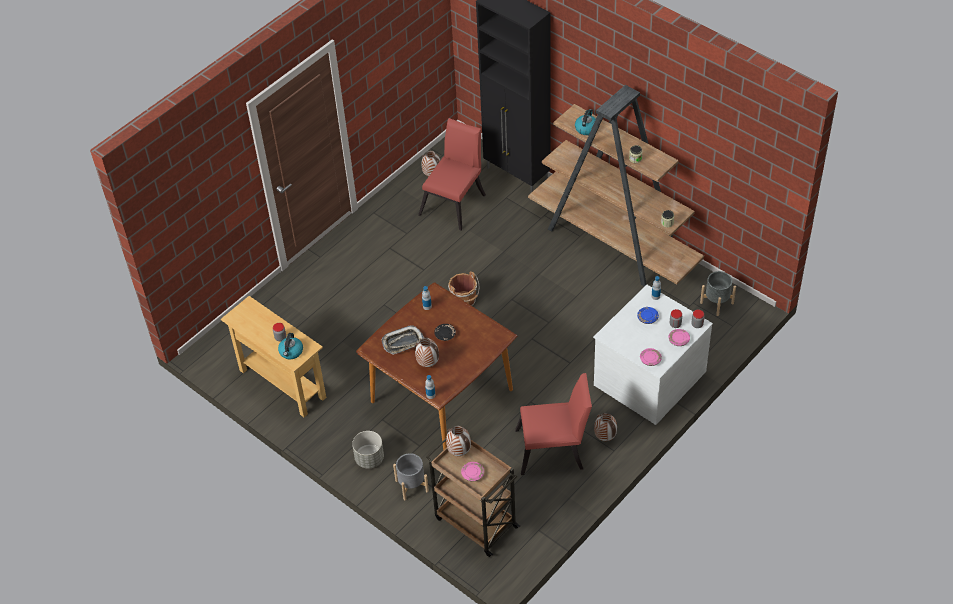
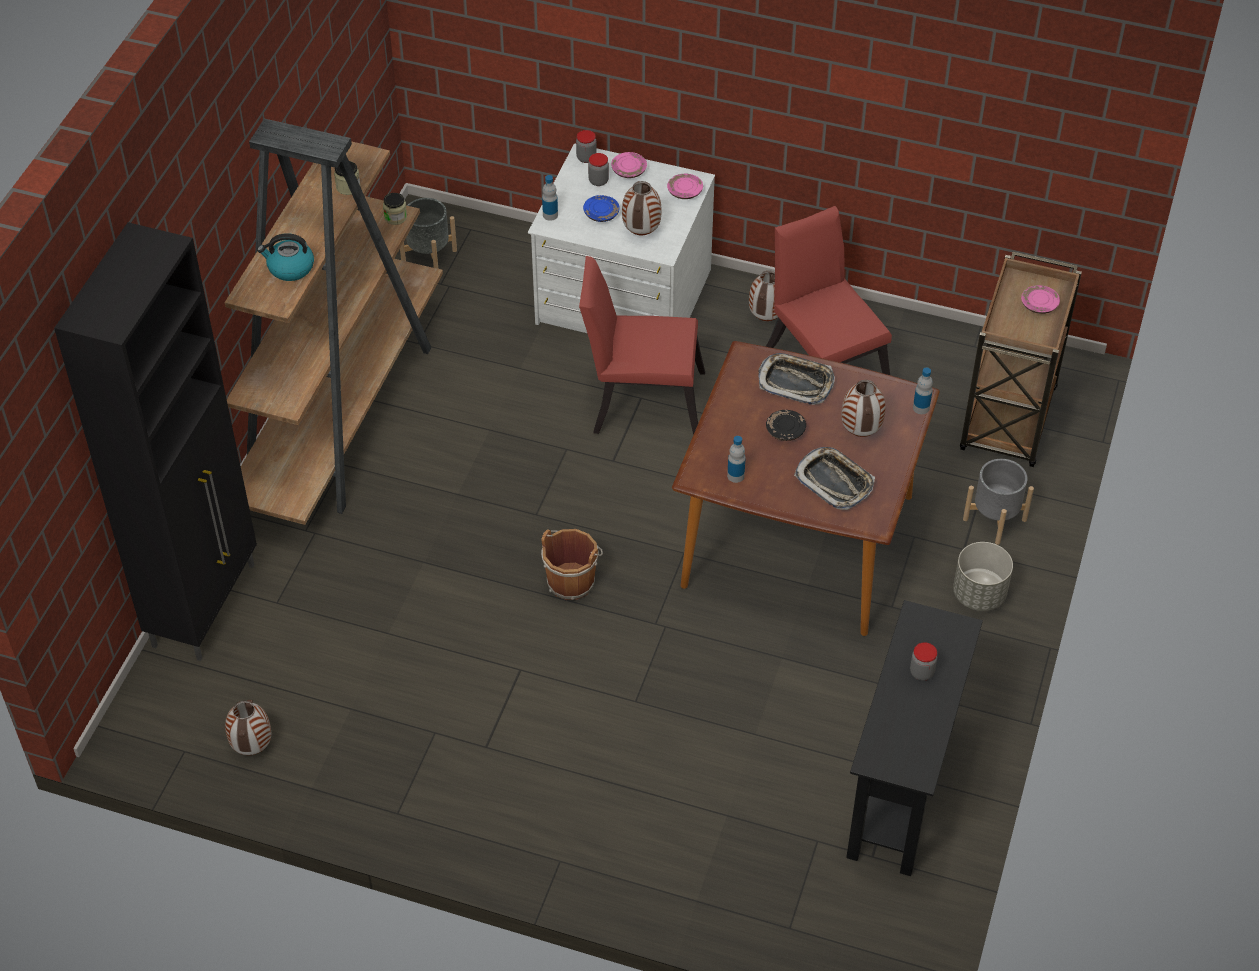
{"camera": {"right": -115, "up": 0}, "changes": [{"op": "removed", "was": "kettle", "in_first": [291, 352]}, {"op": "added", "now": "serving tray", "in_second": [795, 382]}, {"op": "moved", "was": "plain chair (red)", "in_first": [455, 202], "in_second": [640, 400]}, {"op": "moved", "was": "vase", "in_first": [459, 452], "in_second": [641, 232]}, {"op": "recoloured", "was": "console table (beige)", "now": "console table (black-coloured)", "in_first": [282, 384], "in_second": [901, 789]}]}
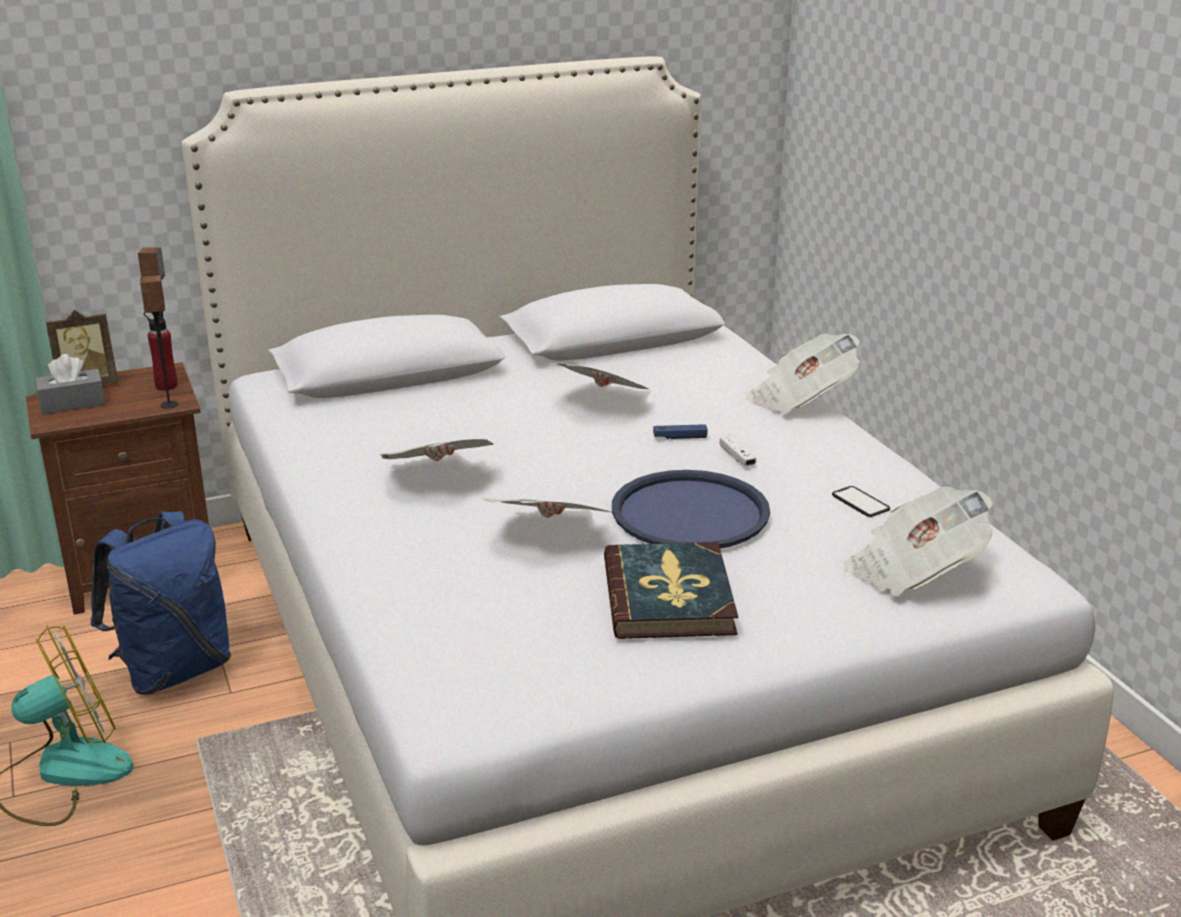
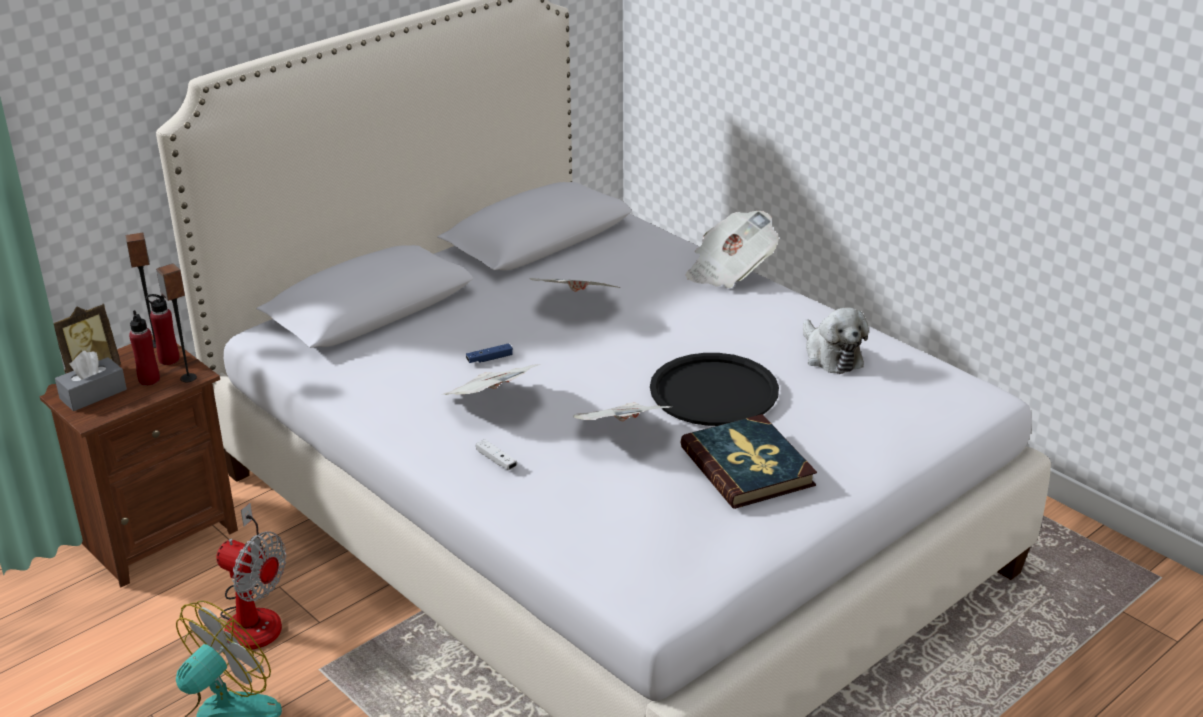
{"camera": {"right": -20, "up": 5}, "changes": [{"op": "removed", "was": "newspaper", "in_first": [914, 571]}, {"op": "added", "now": "bottle (red)", "in_second": [149, 380]}, {"op": "moved", "was": "joypad (blue-coloured)", "in_first": [680, 437], "in_second": [489, 359]}, {"op": "moved", "was": "joypad (white-coloured)", "in_first": [737, 457], "in_second": [496, 460]}, {"op": "replaced", "was": "rucksack (blue-coloured)", "now": "fan", "in_first": [174, 670], "in_second": [254, 615]}, {"op": "replaced", "was": "telephone", "now": "cuddly toy", "in_first": [860, 502], "in_second": [831, 356]}, {"op": "recoloured", "was": "serving tray (blue-coloured)", "now": "serving tray (black-coloured)", "in_first": [690, 512], "in_second": [713, 391]}]}
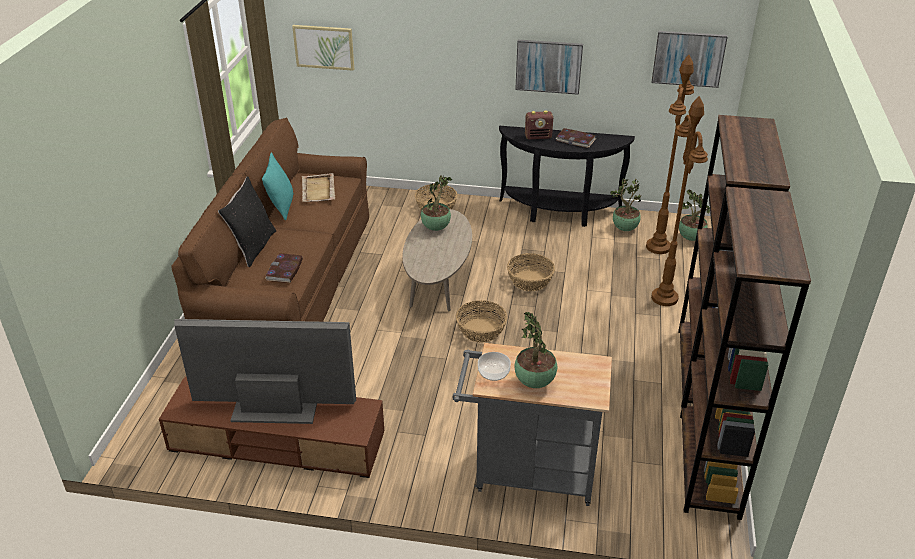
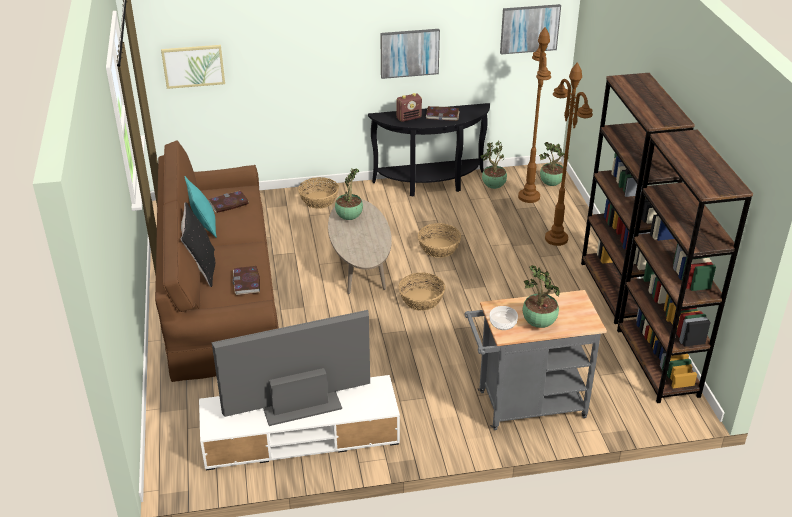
{"camera": {"right": -20, "up": 0}, "changes": [{"op": "replaced", "was": "serving tray (beige)", "now": "volume", "in_first": [318, 190], "in_second": [228, 203]}, {"op": "recoloured", "was": "media console (brown-coloured)", "now": "media console (white-coloured)", "in_first": [277, 442], "in_second": [300, 436]}]}
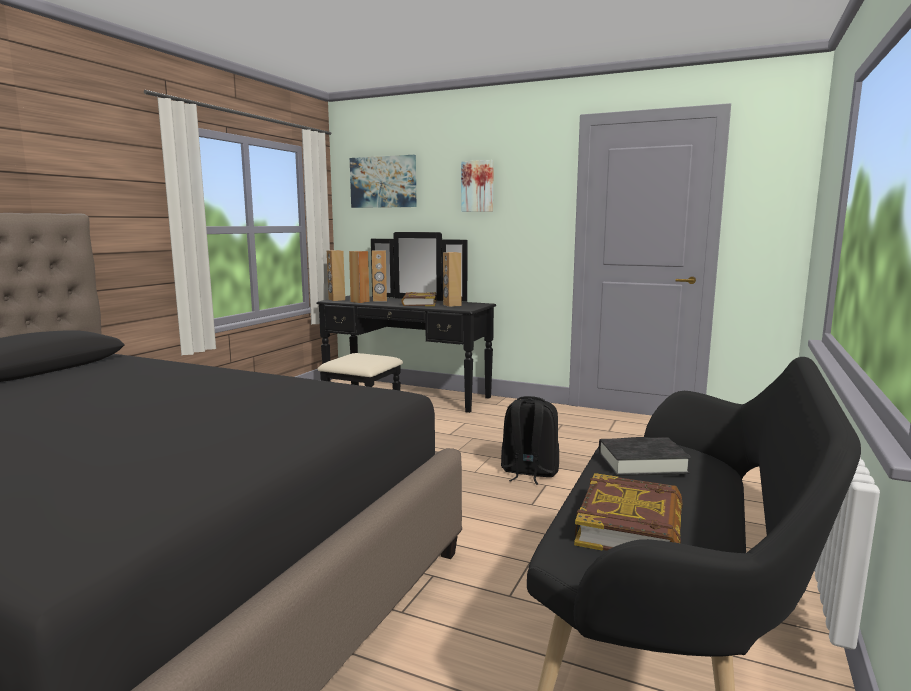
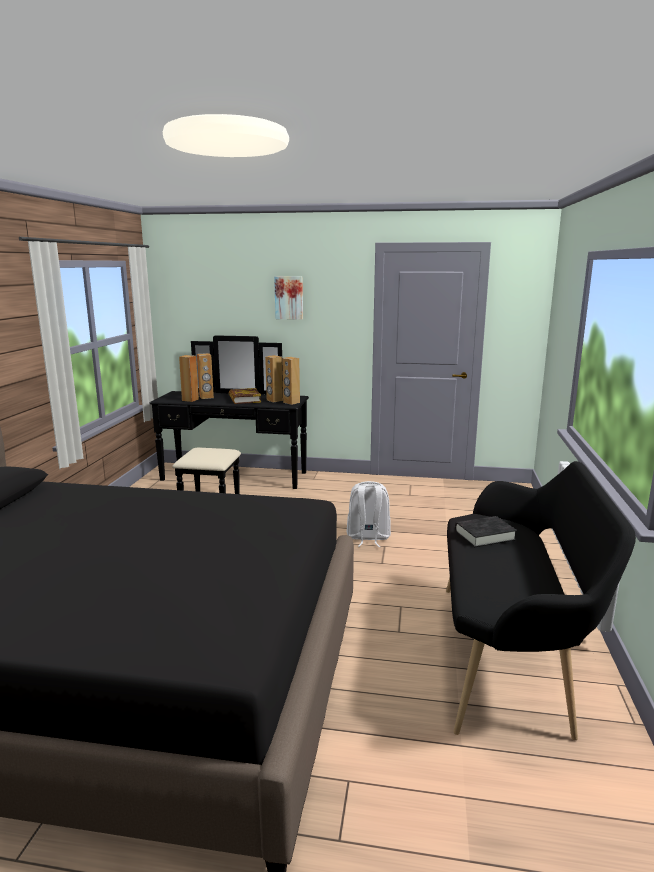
{"camera": {"right": -15, "up": 5}, "changes": [{"op": "removed", "was": "wall picture", "in_first": [383, 182]}, {"op": "removed", "was": "volume", "in_first": [631, 526]}, {"op": "moved", "was": "loudspeaker (brown-coloured)", "in_first": [336, 300], "in_second": [291, 402]}, {"op": "recoloured", "was": "rucksack (black-coloured)", "now": "rucksack (white-coloured)", "in_first": [529, 472], "in_second": [368, 537]}]}
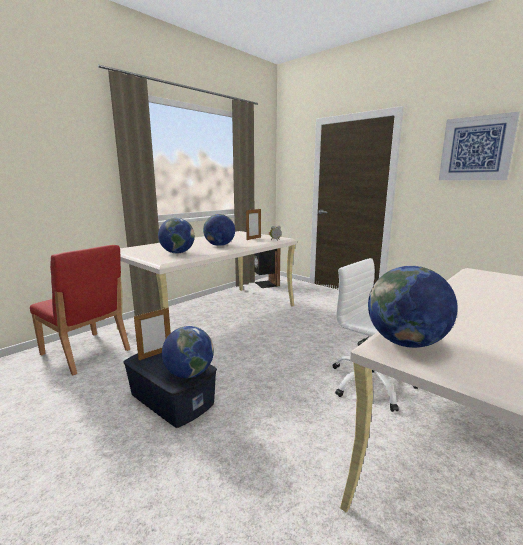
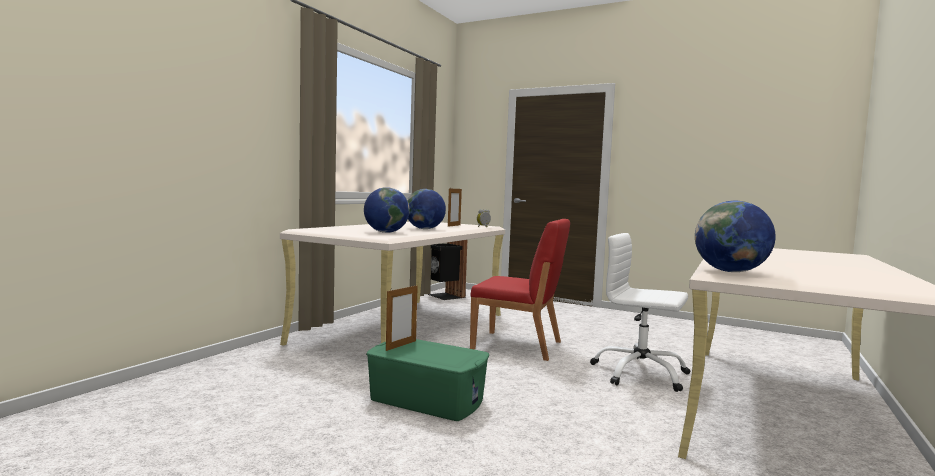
{"camera": {"right": -15, "up": -10}, "changes": [{"op": "removed", "was": "world globe", "in_first": [189, 373]}, {"op": "removed", "was": "wall picture", "in_first": [476, 148]}, {"op": "moved", "was": "plain chair (red)", "in_first": [85, 352], "in_second": [518, 345]}, {"op": "recoloured", "was": "storage bin (blue-coloured)", "now": "storage bin (green)", "in_first": [172, 398], "in_second": [427, 399]}]}
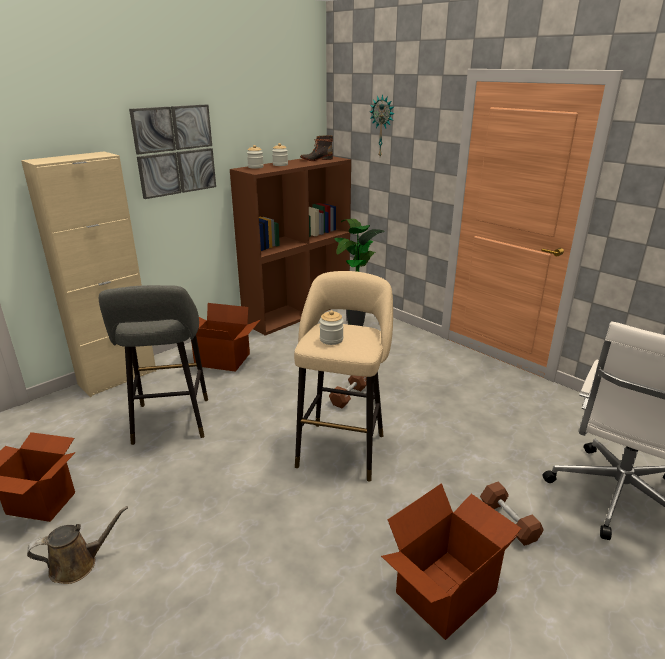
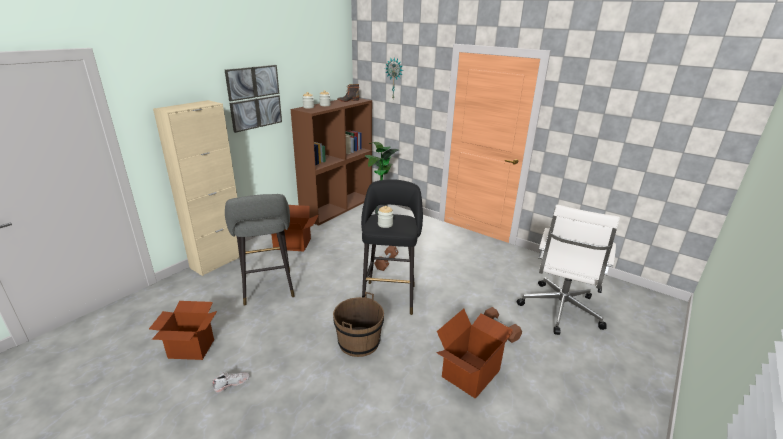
{"camera": {"right": -10, "up": 0}, "changes": [{"op": "added", "now": "water bucket (brown-coloured)", "in_second": [359, 342]}, {"op": "replaced", "was": "watering can (brown-coloured)", "now": "low shoe (white-coloured)", "in_first": [78, 564], "in_second": [232, 383]}, {"op": "recoloured", "was": "stool seat (beige)", "now": "stool seat (black-coloured)", "in_first": [342, 447], "in_second": [389, 295]}]}
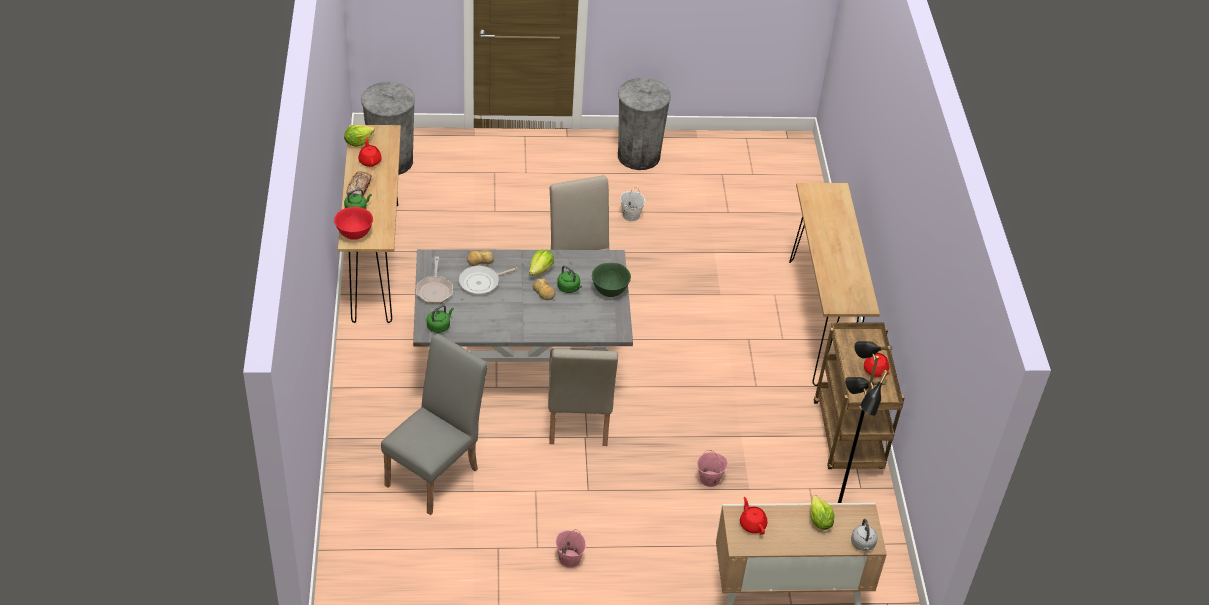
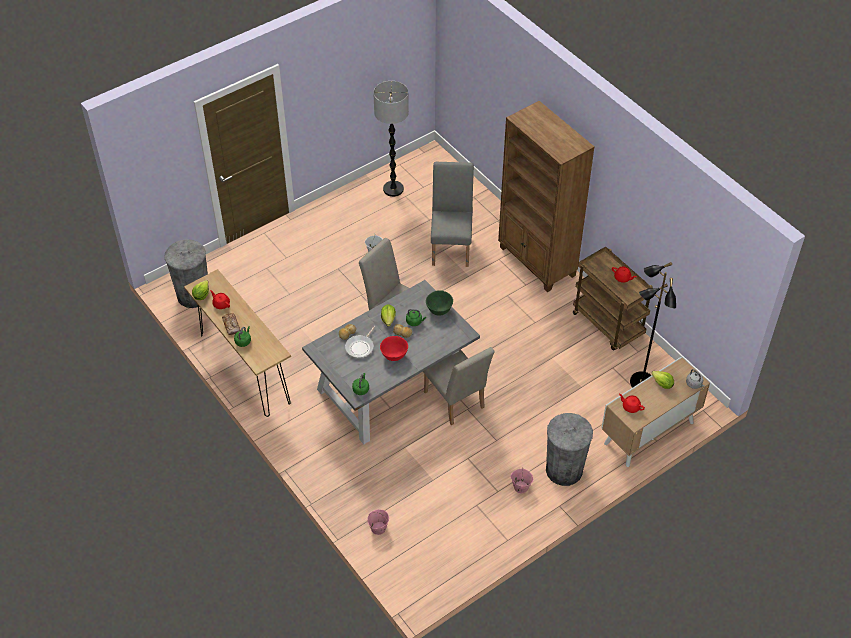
{"camera": {"right": -30, "up": 5}, "changes": [{"op": "removed", "was": "pan", "in_first": [434, 290]}, {"op": "added", "now": "standard lamp", "in_second": [393, 189]}, {"op": "moved", "was": "deep dish (red)", "in_first": [354, 234], "in_second": [394, 356]}, {"op": "moved", "was": "plain chair (gray)", "in_first": [437, 473], "in_second": [451, 246]}, {"op": "moved", "was": "rubbish bin (gray)", "in_first": [638, 156], "in_second": [564, 470]}, {"op": "moved", "was": "water bucket (pink)", "in_first": [709, 479], "in_second": [378, 528]}, {"op": "replaced", "was": "console table (brown-coloured)", "now": "shelving unit (brown-coloured)", "in_first": [820, 321], "in_second": [537, 262]}]}
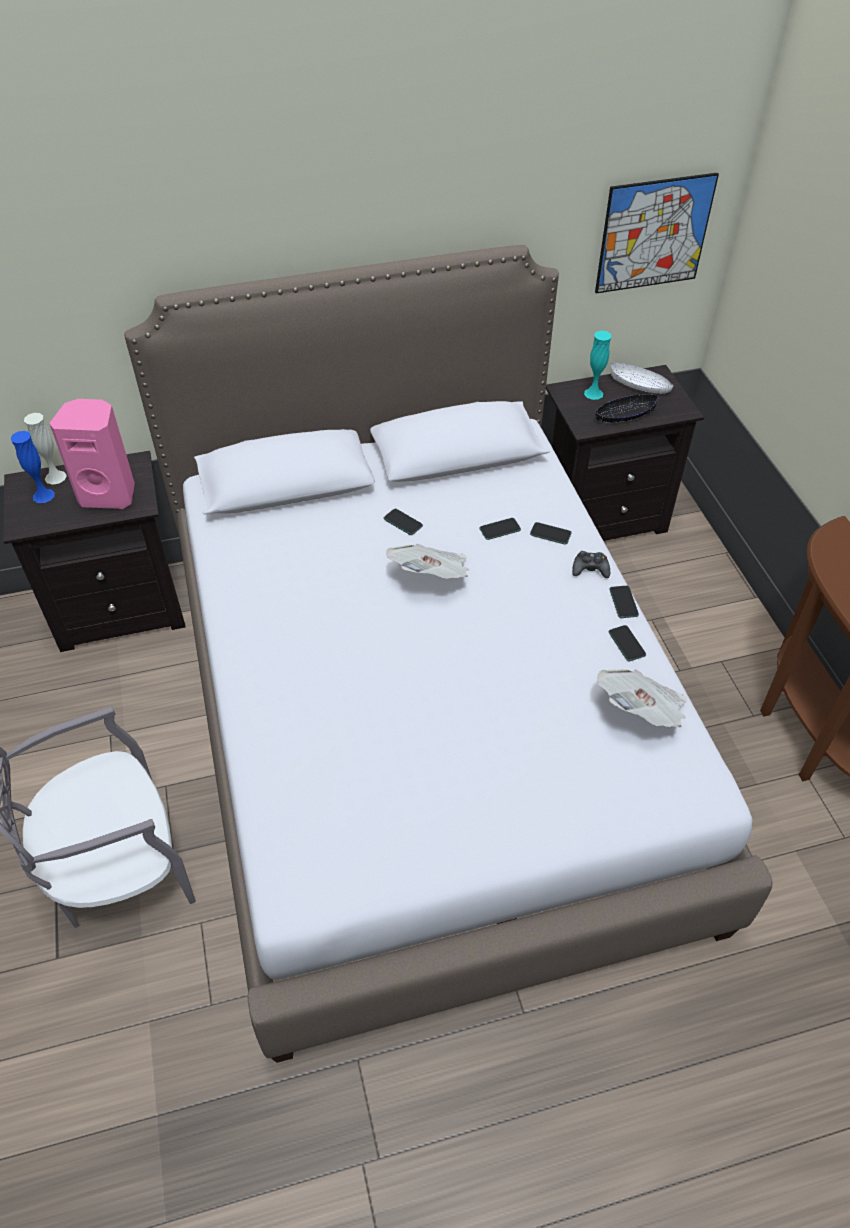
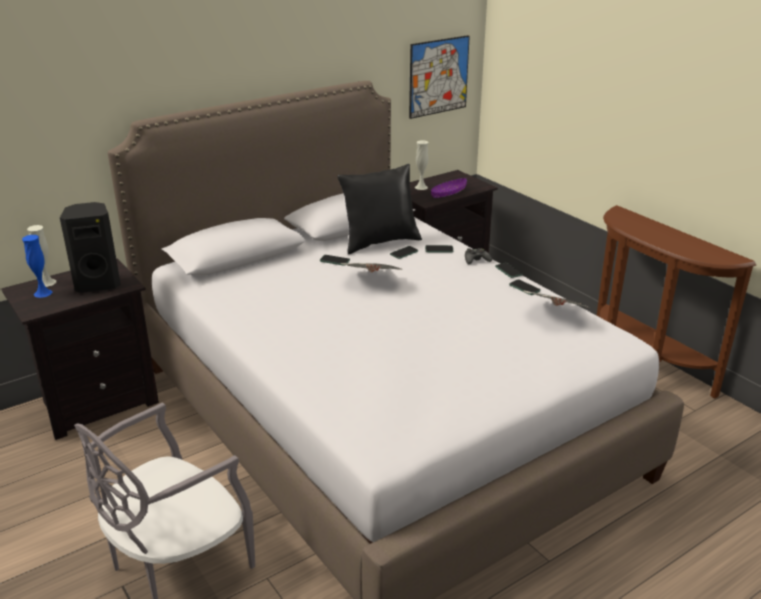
{"camera": {"right": -20, "up": -20}, "changes": [{"op": "removed", "was": "deep dish (white-coloured)", "in_first": [639, 386]}, {"op": "added", "now": "cushion (black-coloured)", "in_second": [380, 242]}, {"op": "recoloured", "was": "loudspeaker (pink)", "now": "loudspeaker (black-coloured)", "in_first": [109, 494], "in_second": [98, 284]}, {"op": "recoloured", "was": "vase (turquoise)", "now": "vase (white-coloured)", "in_first": [593, 393], "in_second": [421, 187]}, {"op": "recoloured", "was": "deep dish (black-coloured)", "now": "deep dish (purple)", "in_first": [624, 416], "in_second": [448, 193]}]}
